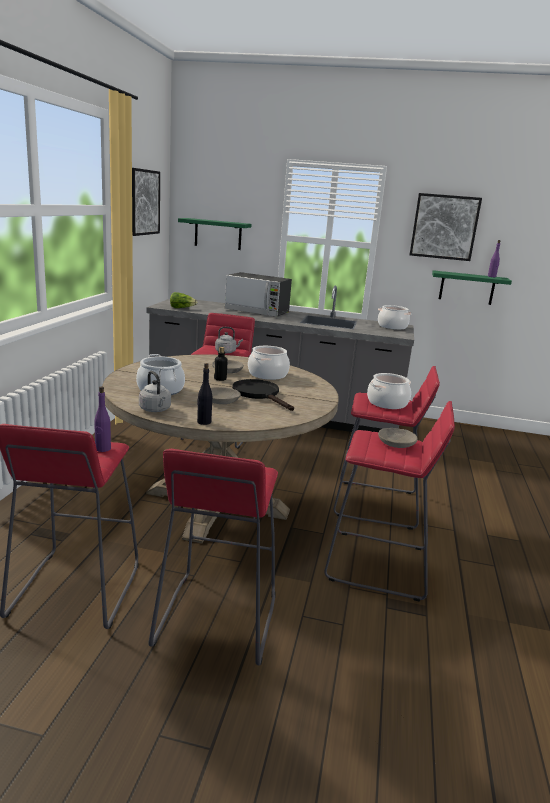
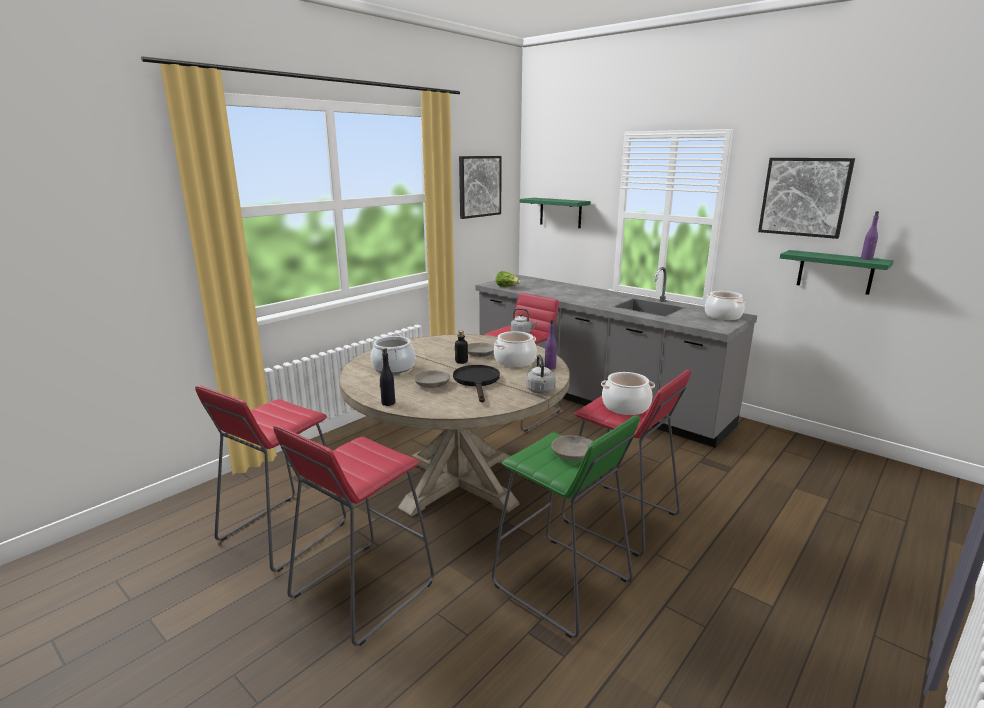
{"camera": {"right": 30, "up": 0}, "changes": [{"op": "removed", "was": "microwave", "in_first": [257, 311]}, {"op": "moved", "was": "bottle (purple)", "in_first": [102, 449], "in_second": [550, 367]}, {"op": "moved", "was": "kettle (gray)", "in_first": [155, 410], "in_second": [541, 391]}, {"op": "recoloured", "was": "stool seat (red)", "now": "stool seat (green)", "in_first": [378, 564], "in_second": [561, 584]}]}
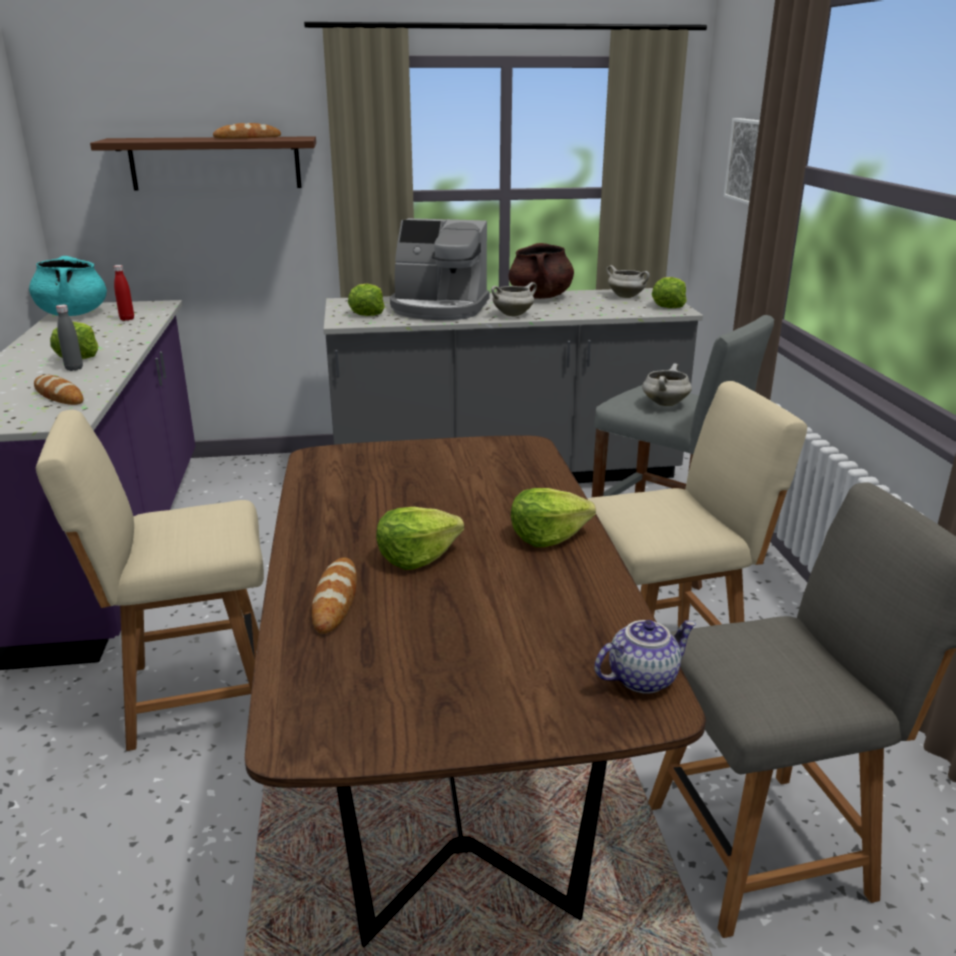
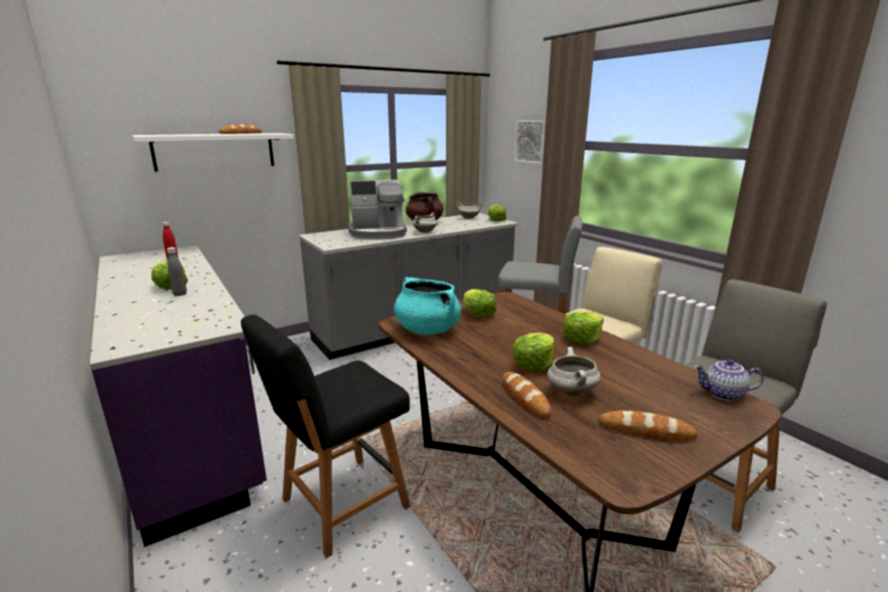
{"camera": {"right": -25, "up": -5}, "changes": [{"op": "moved", "was": "cooking pot (turquoise)", "in_first": [73, 314], "in_second": [427, 329]}, {"op": "moved", "was": "baked bread", "in_first": [59, 395], "in_second": [645, 430]}, {"op": "moved", "was": "lettuce", "in_first": [367, 313], "in_second": [477, 314]}, {"op": "moved", "was": "cooking pot (white-coloured)", "in_first": [664, 403], "in_second": [570, 391]}, {"op": "recoloured", "was": "plain chair (beige)", "now": "plain chair (black-coloured)", "in_first": [192, 695], "in_second": [341, 505]}, {"op": "recoloured", "was": "bracket shelf (brown-coloured)", "now": "bracket shelf (white-coloured)", "in_first": [215, 163], "in_second": [215, 151]}, {"op": "turned", "was": "teapot", "in_first": [642, 677], "in_second": [723, 394], "clockwise": -120}]}
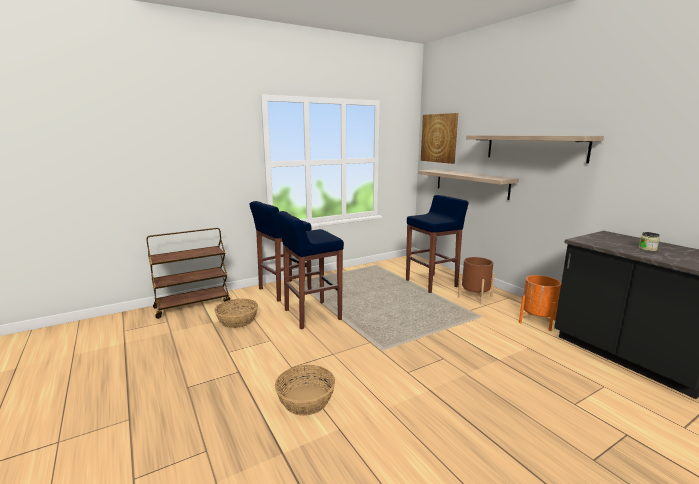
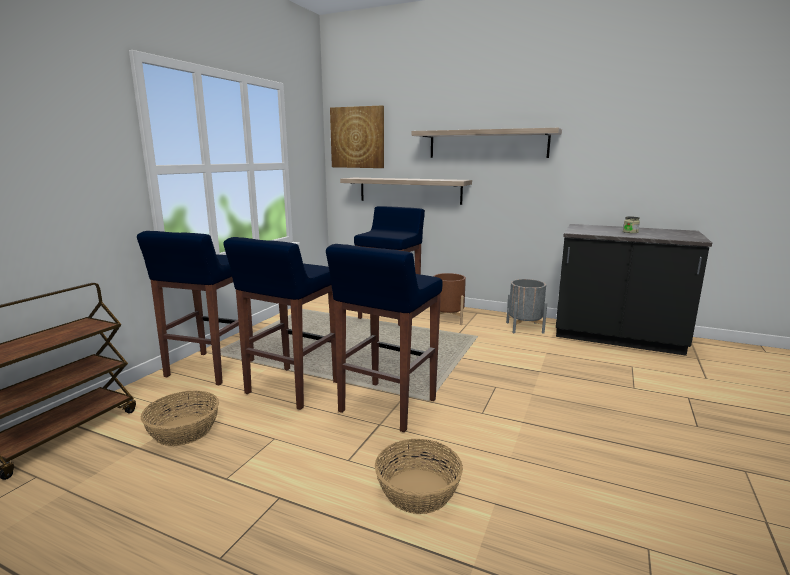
{"camera": {"right": -35, "up": 0}, "changes": [{"op": "added", "now": "stool seat (blue-coloured)", "in_second": [386, 406]}, {"op": "recoloured", "was": "planter (orangey)", "now": "planter (gray)", "in_first": [537, 321], "in_second": [524, 327]}]}
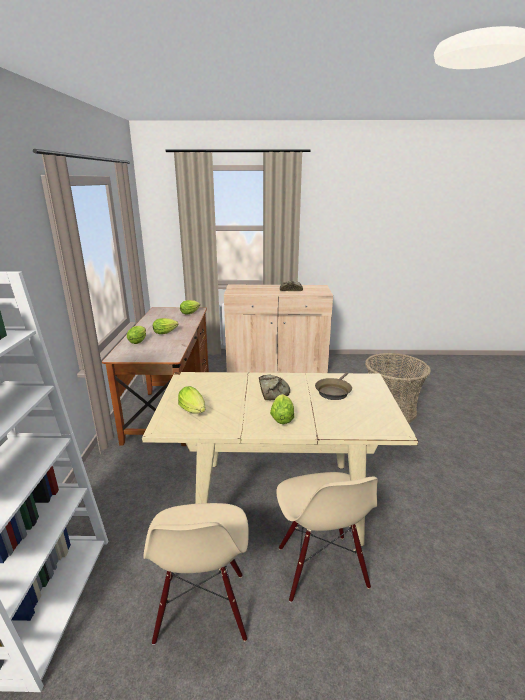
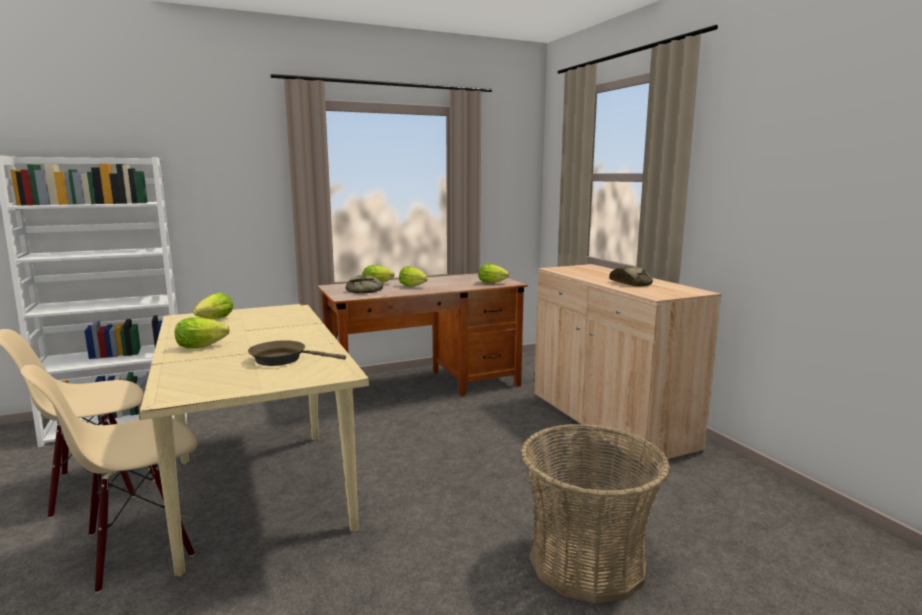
{"camera": {"right": 65, "up": -10}, "changes": [{"op": "moved", "was": "baked bread", "in_first": [272, 391], "in_second": [366, 290]}]}
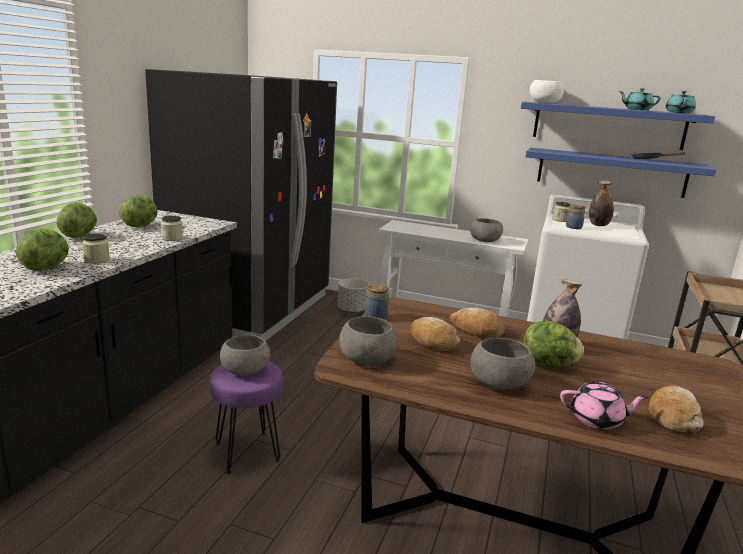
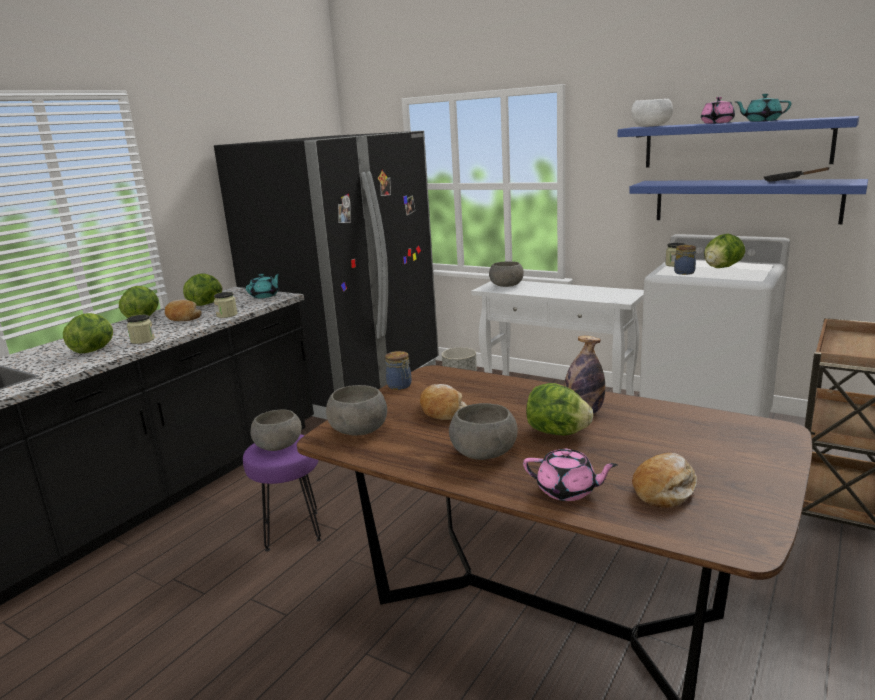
{"camera": {"right": 15, "up": 0}, "changes": [{"op": "added", "now": "teapot (pink)", "in_second": [716, 123]}, {"op": "moved", "was": "baked bread", "in_first": [476, 330], "in_second": [182, 318]}, {"op": "moved", "was": "deep dish (gray)", "in_first": [485, 240], "in_second": [507, 285]}, {"op": "moved", "was": "teapot (turquoise)", "in_first": [679, 112], "in_second": [265, 296]}, {"op": "replaced", "was": "bottle", "now": "lettuce", "in_first": [598, 225], "in_second": [721, 267]}]}
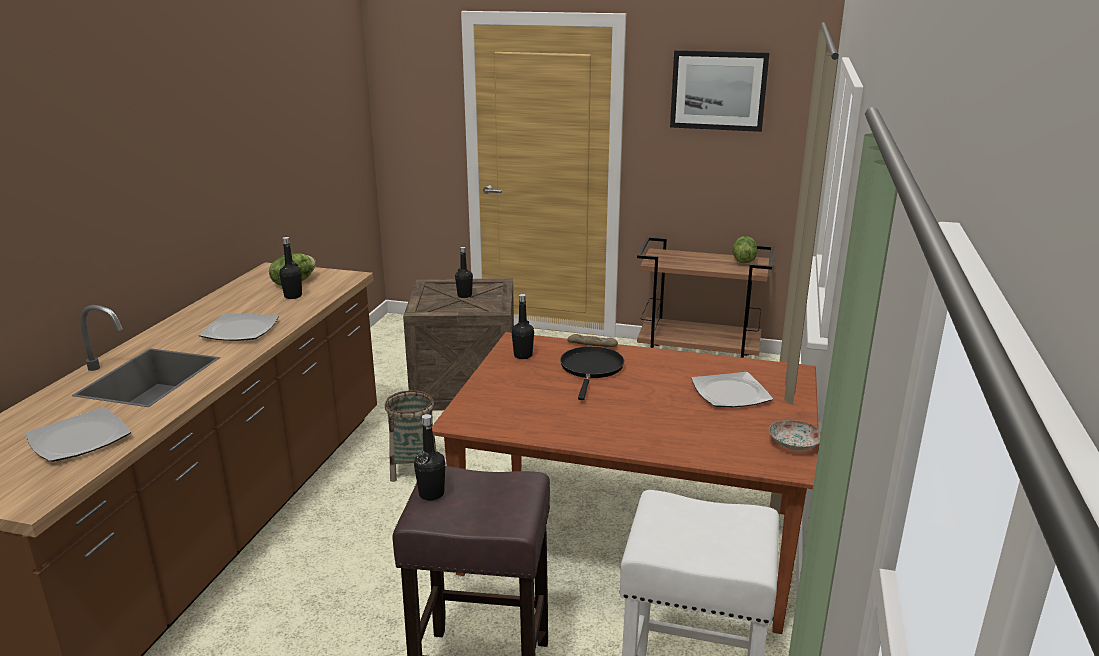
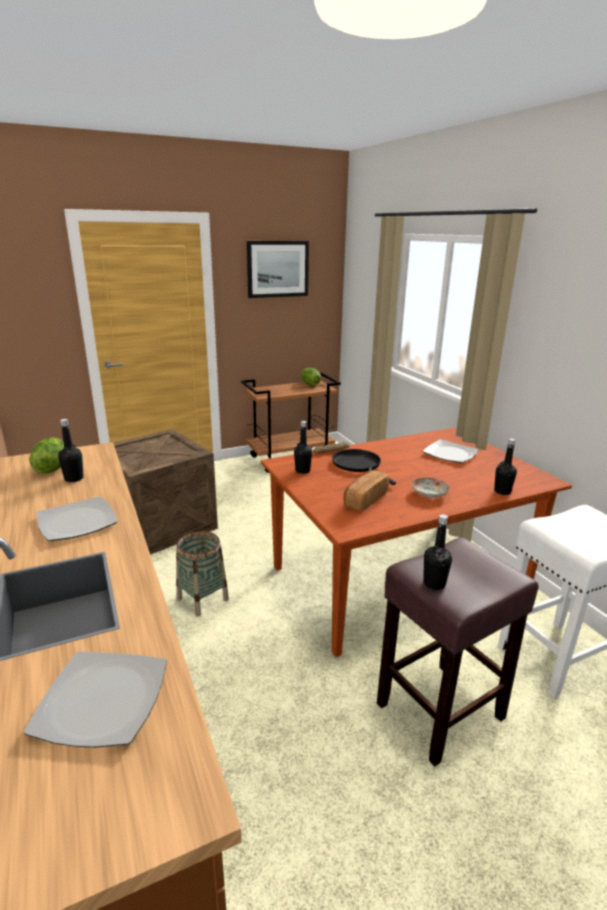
{"camera": {"right": -40, "up": 0}, "changes": [{"op": "added", "now": "baked bread", "in_second": [364, 500]}, {"op": "moved", "was": "bottle (black-coloured)", "in_first": [464, 295], "in_second": [502, 491]}, {"op": "moved", "was": "plate", "in_first": [794, 444], "in_second": [429, 493]}]}
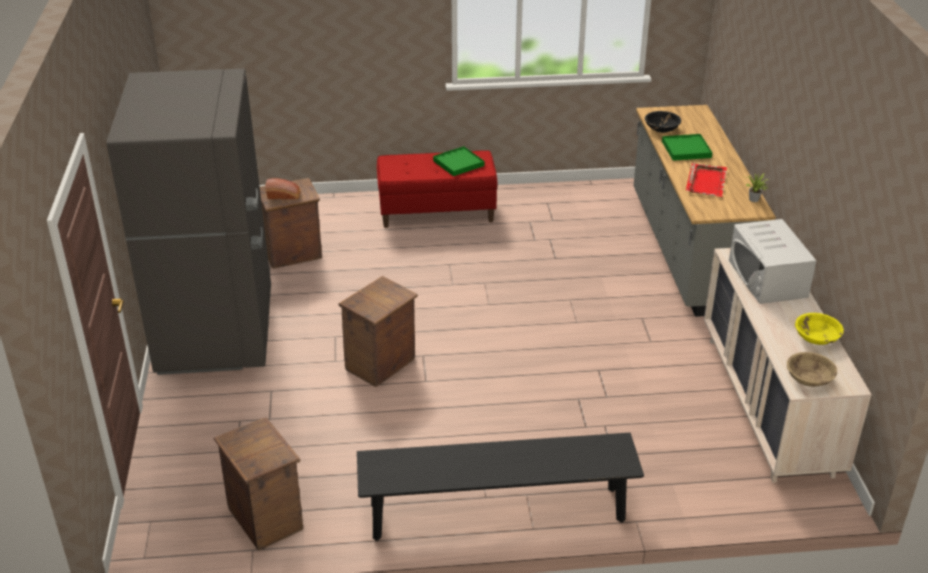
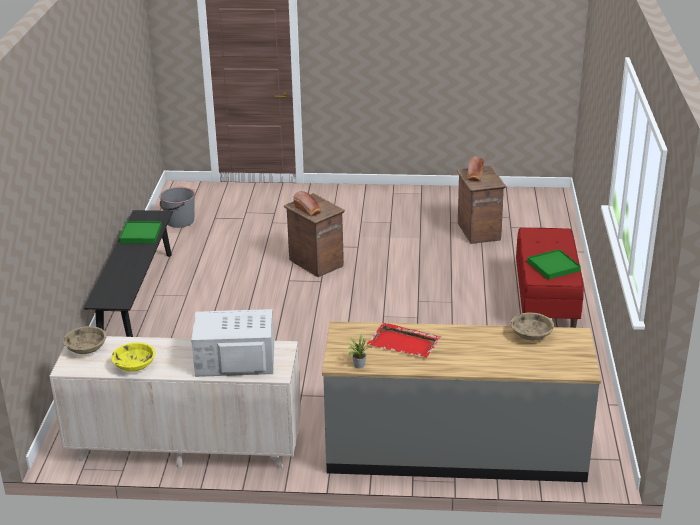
{"camera": {"right": 100, "up": -5}, "changes": [{"op": "removed", "was": "refrigerator (gray)", "in_first": [217, 331]}, {"op": "added", "now": "baked bread", "in_second": [308, 210]}, {"op": "moved", "was": "serving tray (green)", "in_first": [686, 149], "in_second": [141, 234]}, {"op": "replaced", "was": "crate", "now": "water bucket (gray)", "in_first": [265, 518], "in_second": [179, 221]}, {"op": "recoloured", "was": "deep dish (black-coloured)", "now": "deep dish (beige)", "in_first": [661, 129], "in_second": [531, 335]}]}
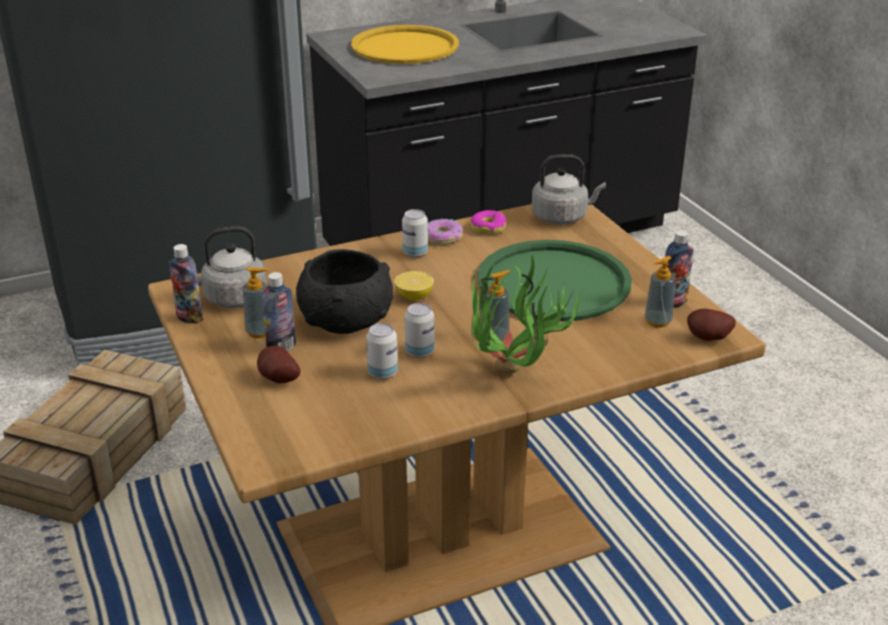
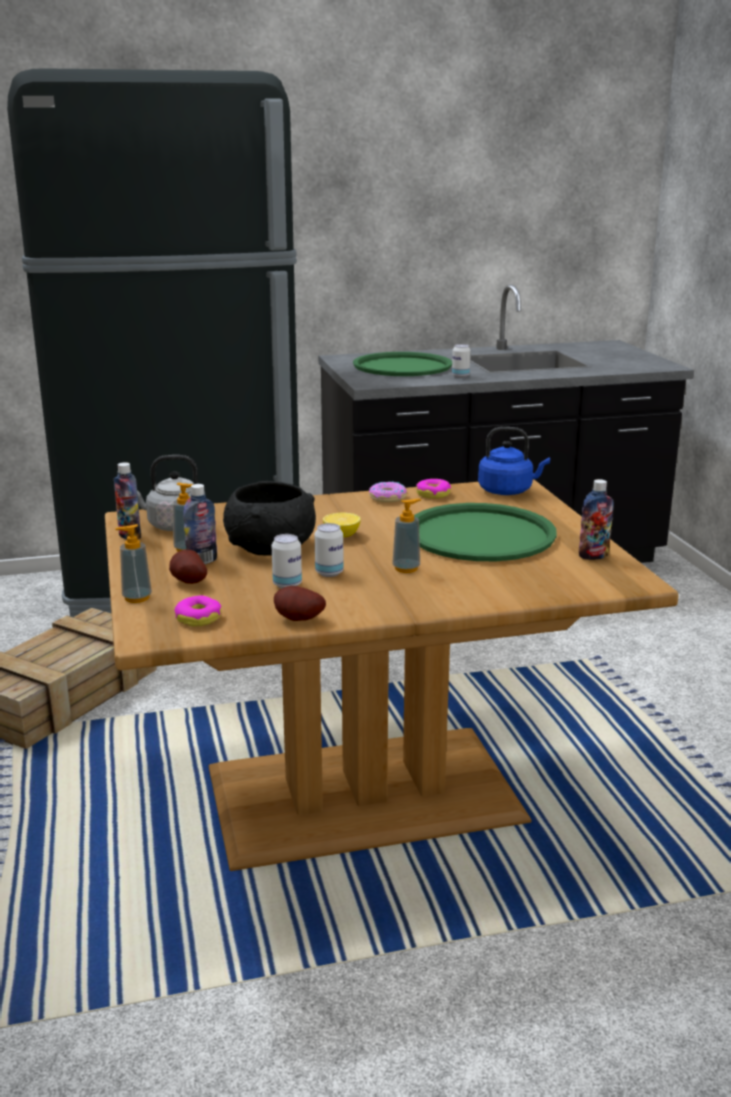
{"camera": {"right": 10, "up": -10}, "changes": [{"op": "removed", "was": "houseplant", "in_first": [515, 379]}, {"op": "added", "now": "ring doughnut", "in_second": [198, 618]}, {"op": "moved", "was": "sealed can", "in_first": [415, 253], "in_second": [460, 376]}, {"op": "moved", "was": "soap bottle", "in_first": [657, 321], "in_second": [137, 598]}, {"op": "moved", "was": "spud", "in_first": [709, 339], "in_second": [298, 620]}, {"op": "recoloured", "was": "serving tray (yellowish)", "now": "serving tray (green)", "in_first": [405, 46], "in_second": [402, 366]}, {"op": "recoloured", "was": "kettle (gray)", "now": "kettle (blue-coloured)", "in_first": [562, 217], "in_second": [508, 491]}]}
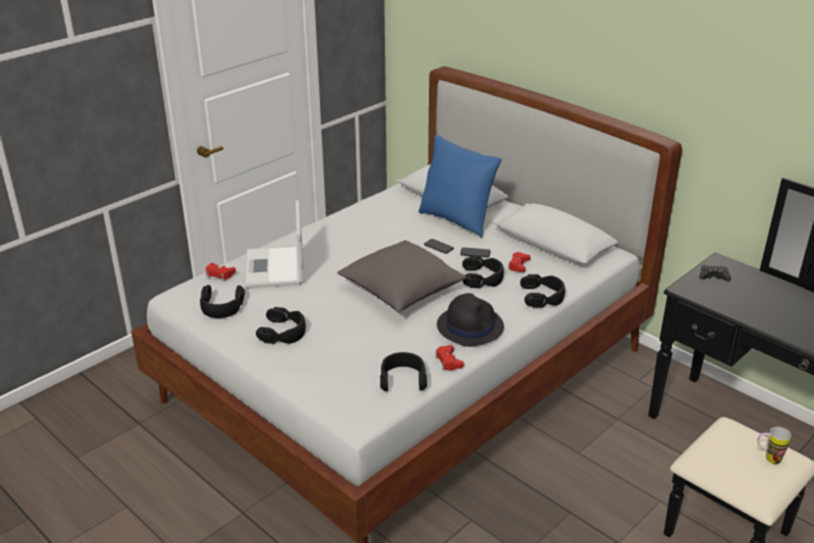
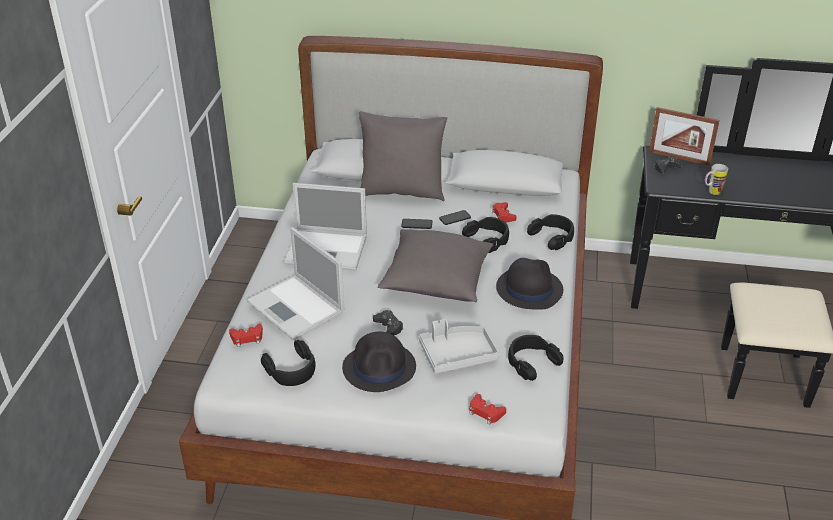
{"camera": {"right": -35, "up": 5}, "changes": [{"op": "added", "now": "laptop", "in_second": [328, 249]}, {"op": "added", "now": "joypad (black-coloured)", "in_second": [388, 326]}, {"op": "added", "now": "serving tray (gray)", "in_second": [457, 355]}, {"op": "added", "now": "photo frame", "in_second": [679, 158]}, {"op": "moved", "was": "joypad (red)", "in_first": [448, 361], "in_second": [485, 412]}, {"op": "moved", "was": "mug", "in_first": [768, 458], "in_second": [711, 192]}, {"op": "replaced", "was": "headphones (black-coloured)", "now": "clothing hat (black-coloured)", "in_first": [283, 332], "in_second": [379, 368]}, {"op": "recoloured", "was": "cushion (blue-coloured)", "now": "cushion (gray)", "in_first": [456, 220], "in_second": [402, 192]}]}
